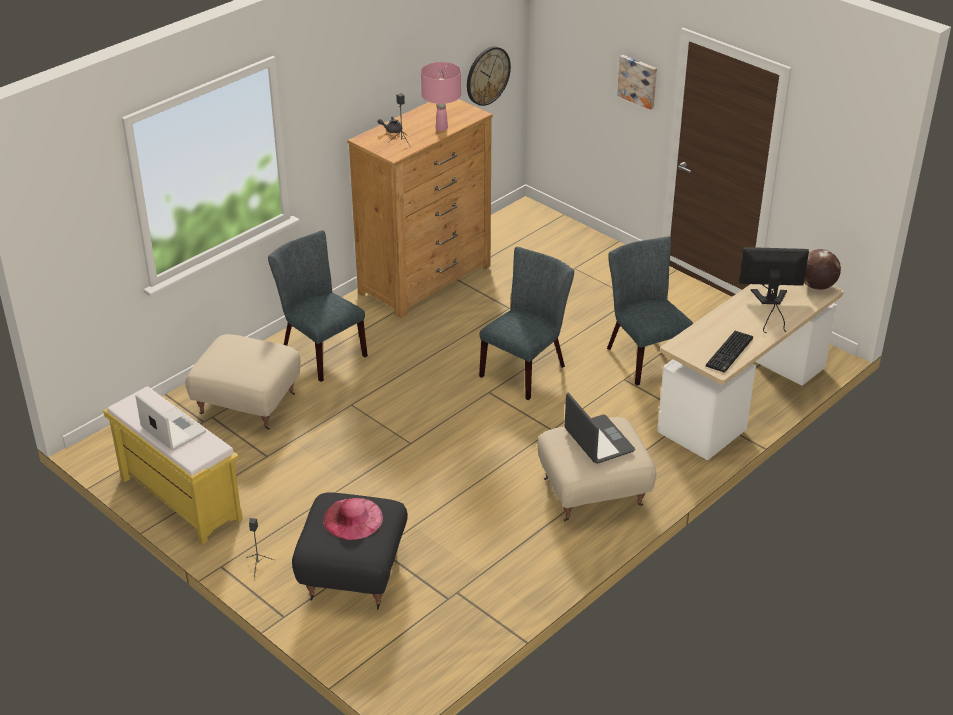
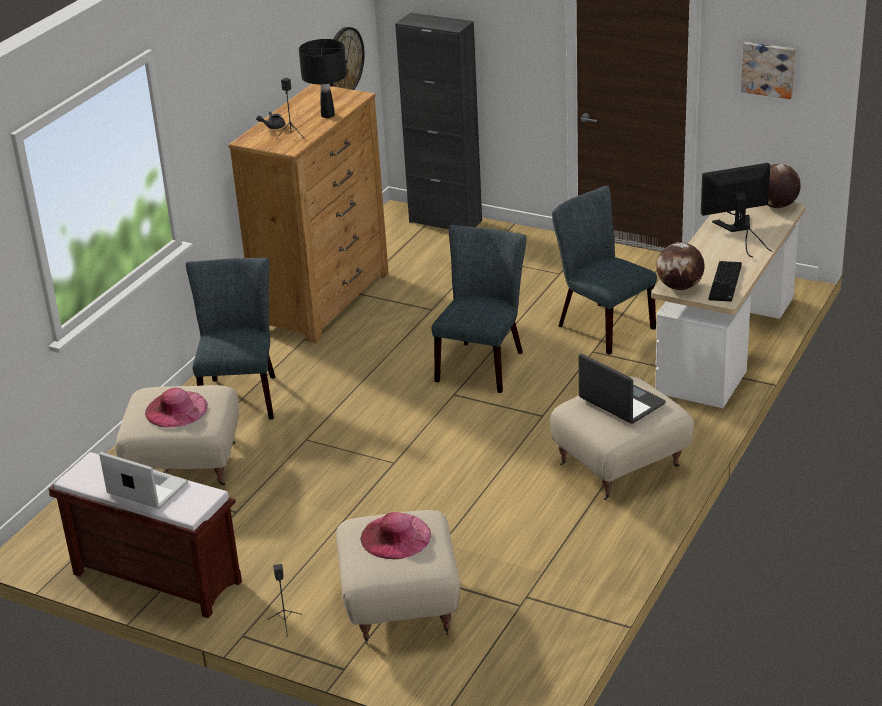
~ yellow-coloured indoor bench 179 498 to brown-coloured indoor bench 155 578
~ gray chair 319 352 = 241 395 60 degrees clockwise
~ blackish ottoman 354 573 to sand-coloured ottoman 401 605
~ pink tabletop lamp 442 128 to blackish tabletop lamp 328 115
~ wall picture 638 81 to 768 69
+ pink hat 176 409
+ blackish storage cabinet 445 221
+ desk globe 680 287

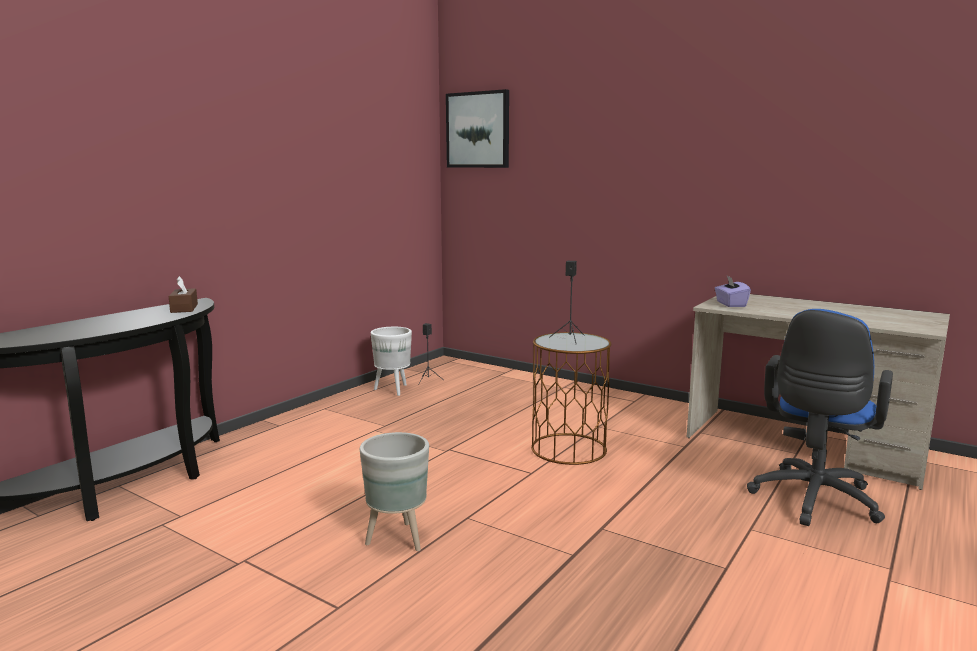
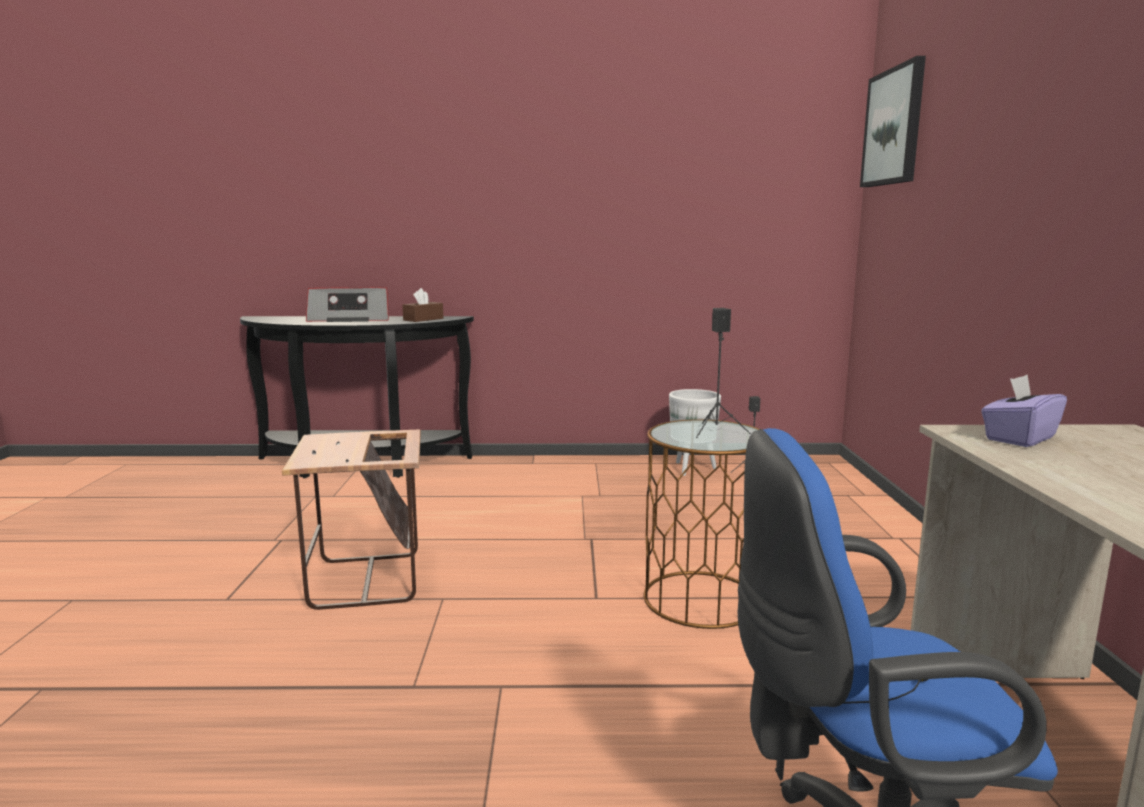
~ gray planter 398 539 to accent table 366 582
+ radio 350 319

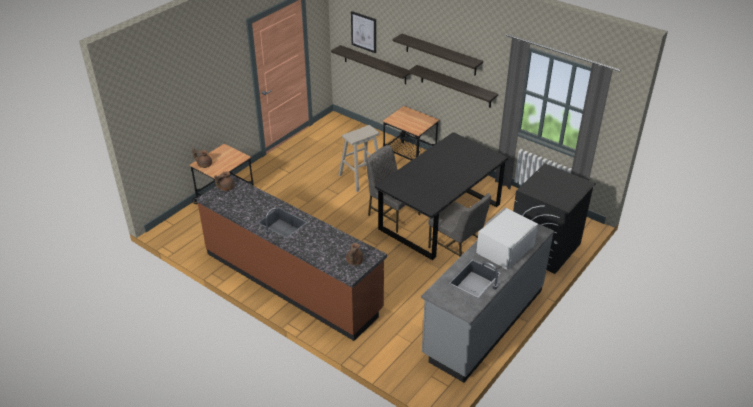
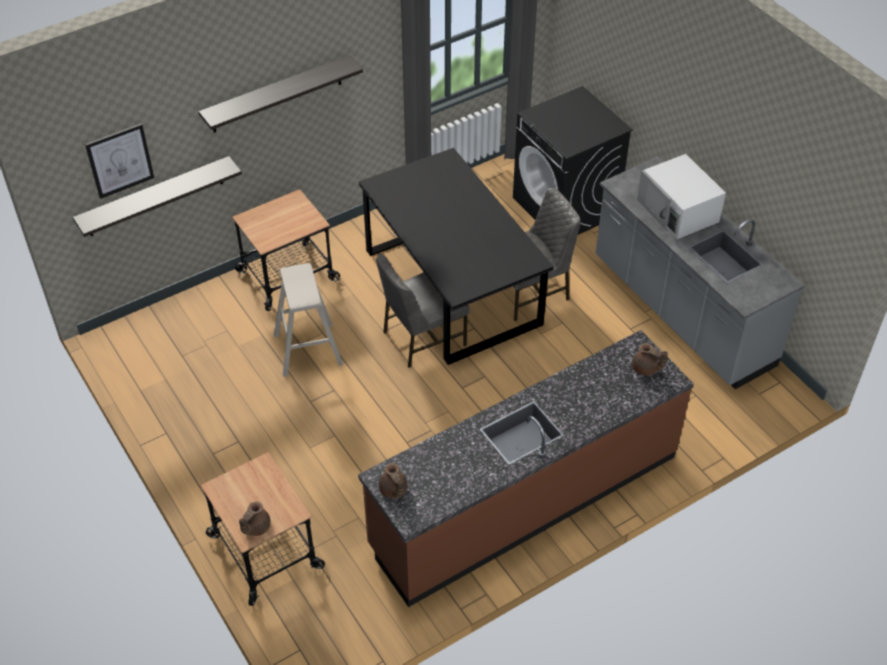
- wall shelf 455 86

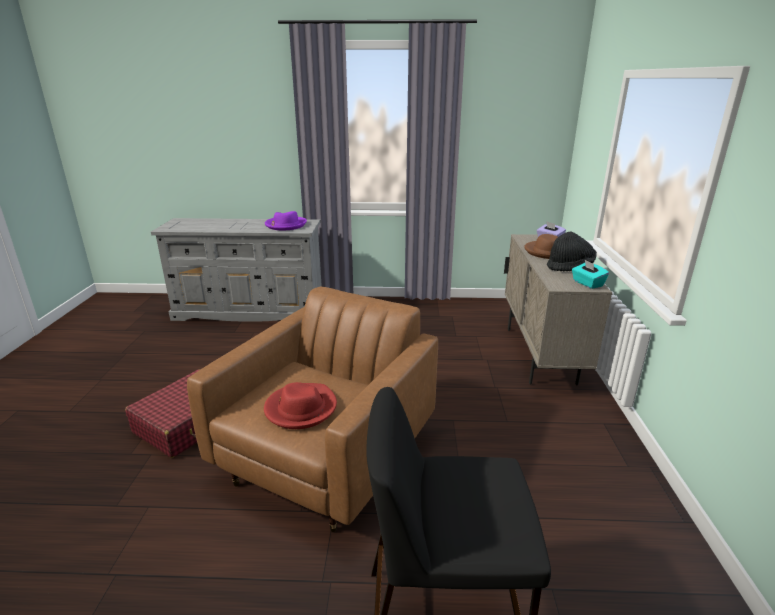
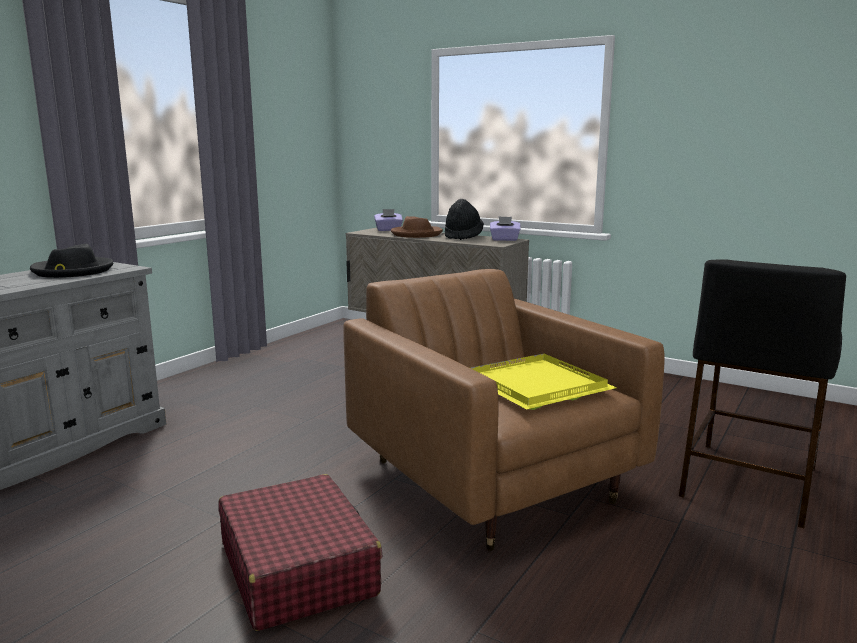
~ reddish hat 301 408 to yellow-coloured serving tray 535 386
~ purple-coloured hat 285 225 to blackish hat 72 271
~ turquoise box of tissues 587 283 to purple-coloured box of tissues 504 239

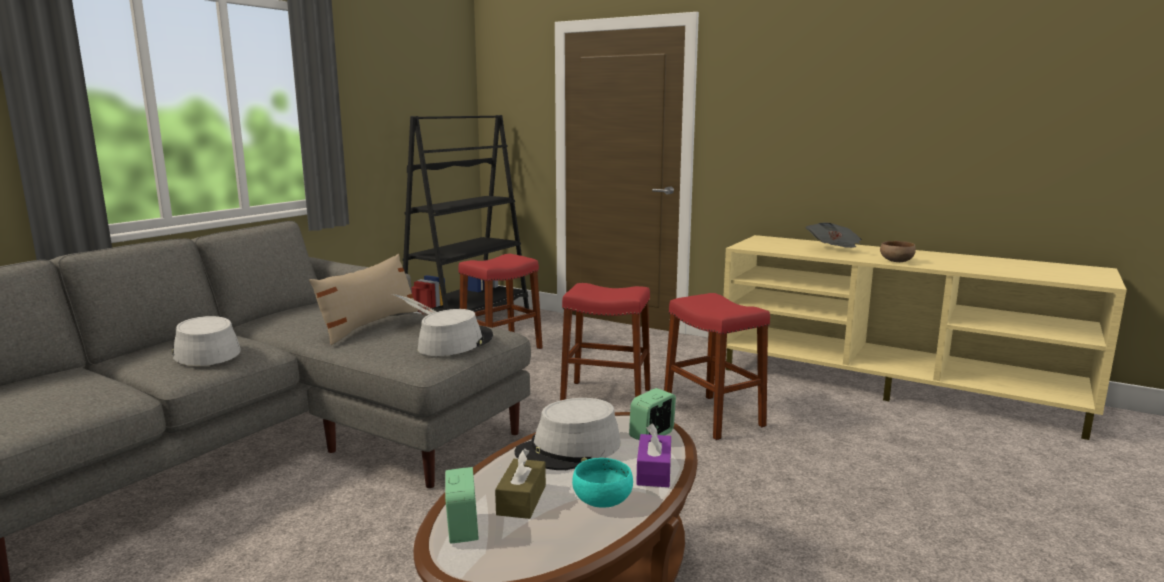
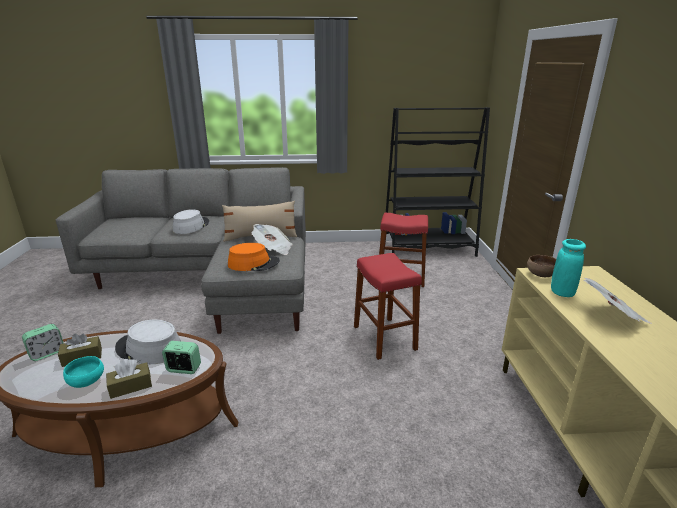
~ gray hat 455 343 to orangey hat 253 263
~ purple-coloured box of tissues 654 471 to brown-coloured box of tissues 130 386
- reddish stool seat 712 417
~ brown-coloured bowl 896 261 to 540 274
+ turquoise flower vase 562 293

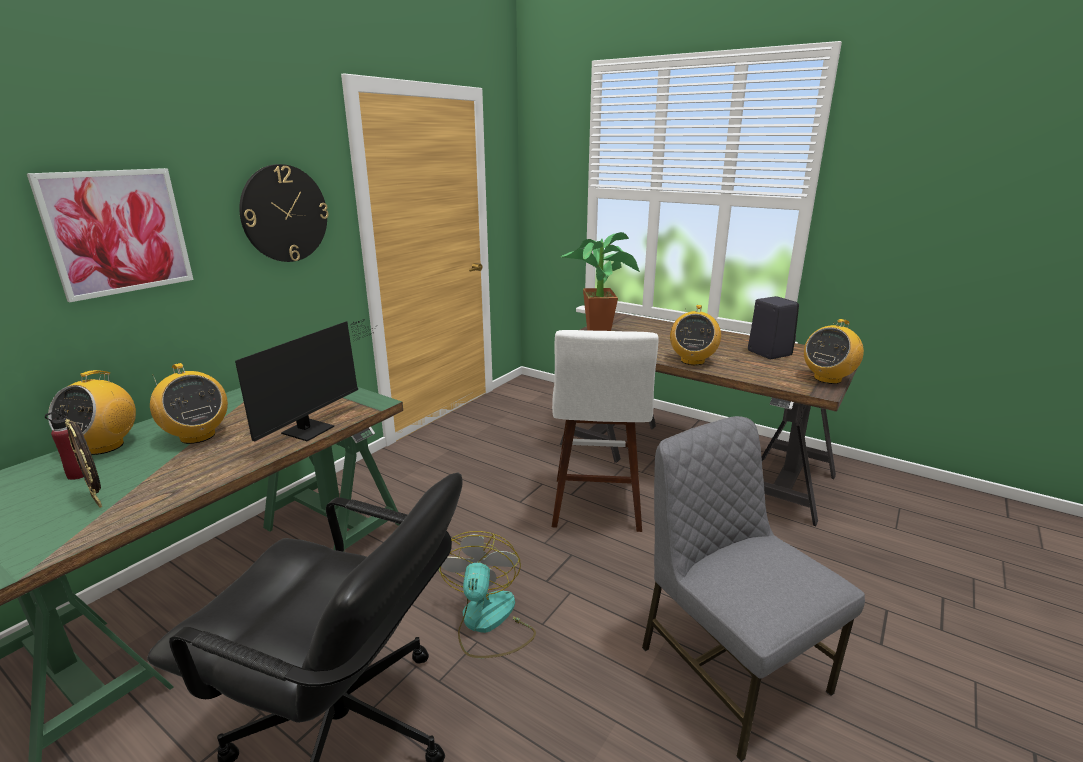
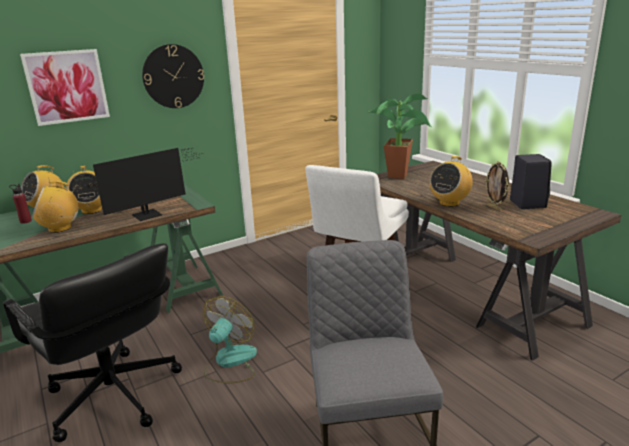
~ photo frame 98 500 to 495 208
~ radio 827 378 to 60 228

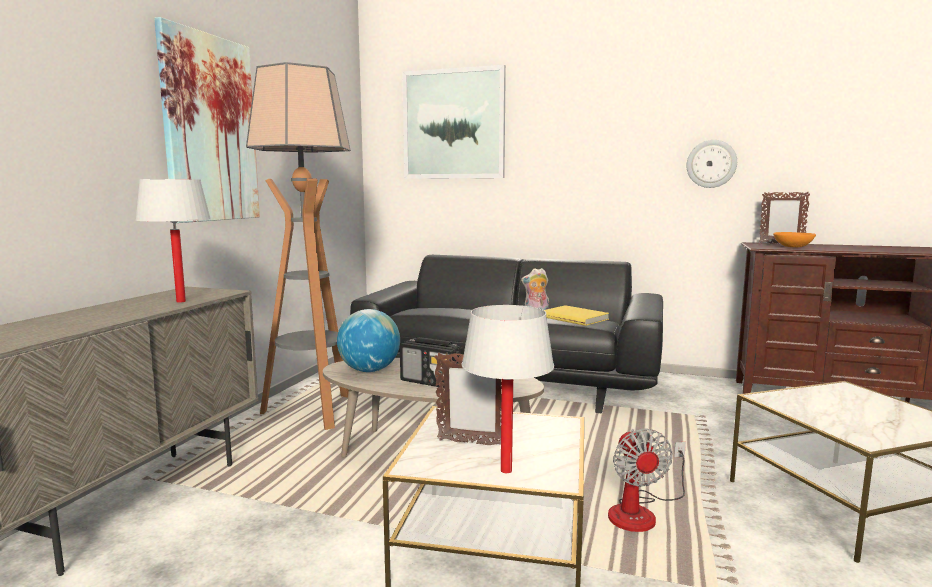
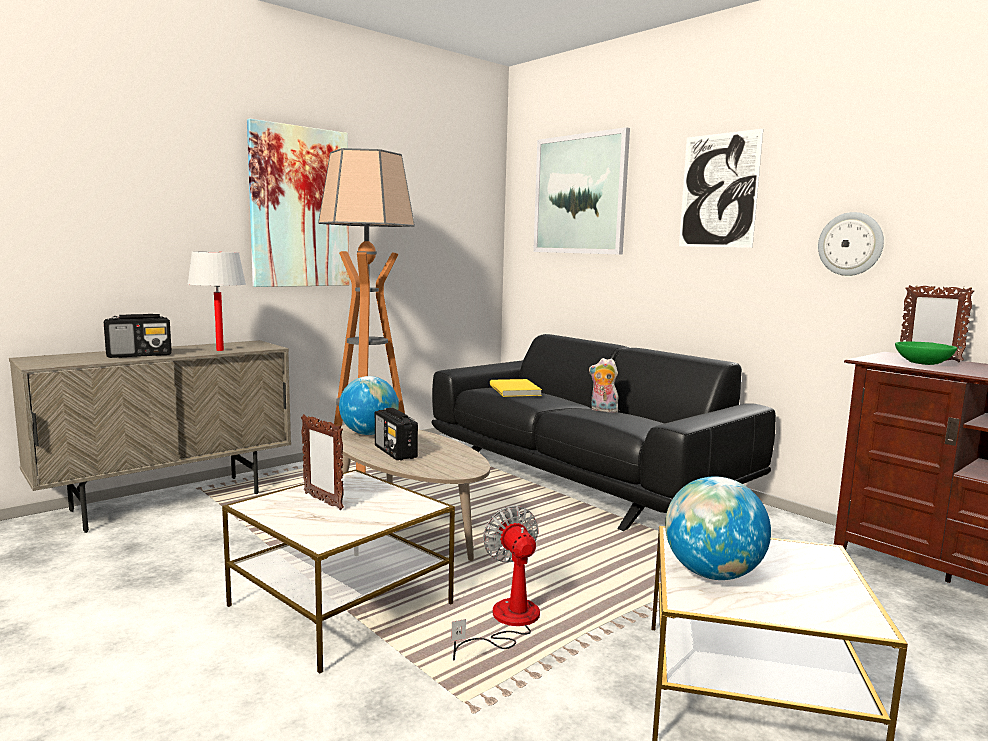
- white-coloured tabletop lamp 506 470
~ yellow-coloured book 575 318 to 516 390
~ cooling fan 641 512 = 506 622 135 degrees clockwise
~ orangey bowl 793 246 to green bowl 923 363
+ radio 140 355
+ desk globe 712 574
+ wall picture 718 190

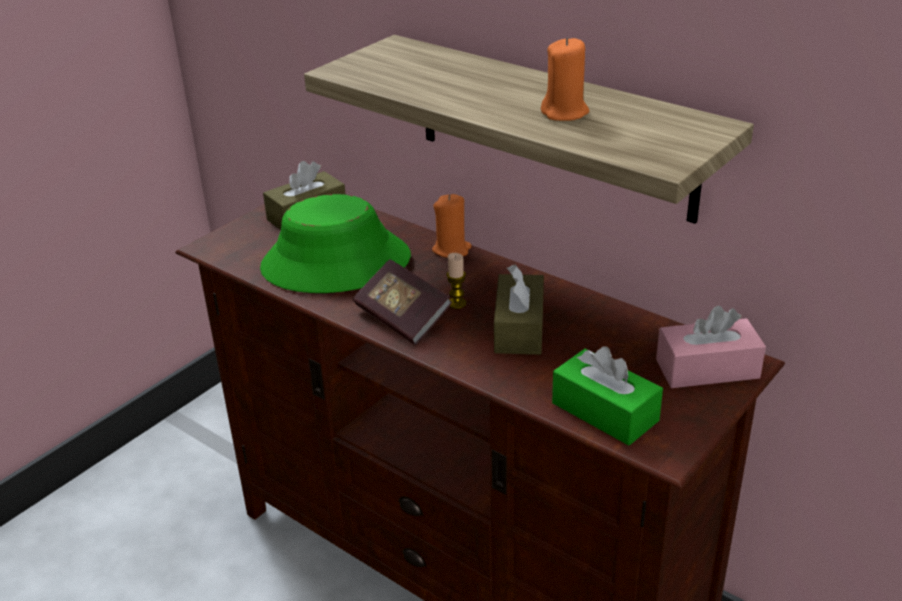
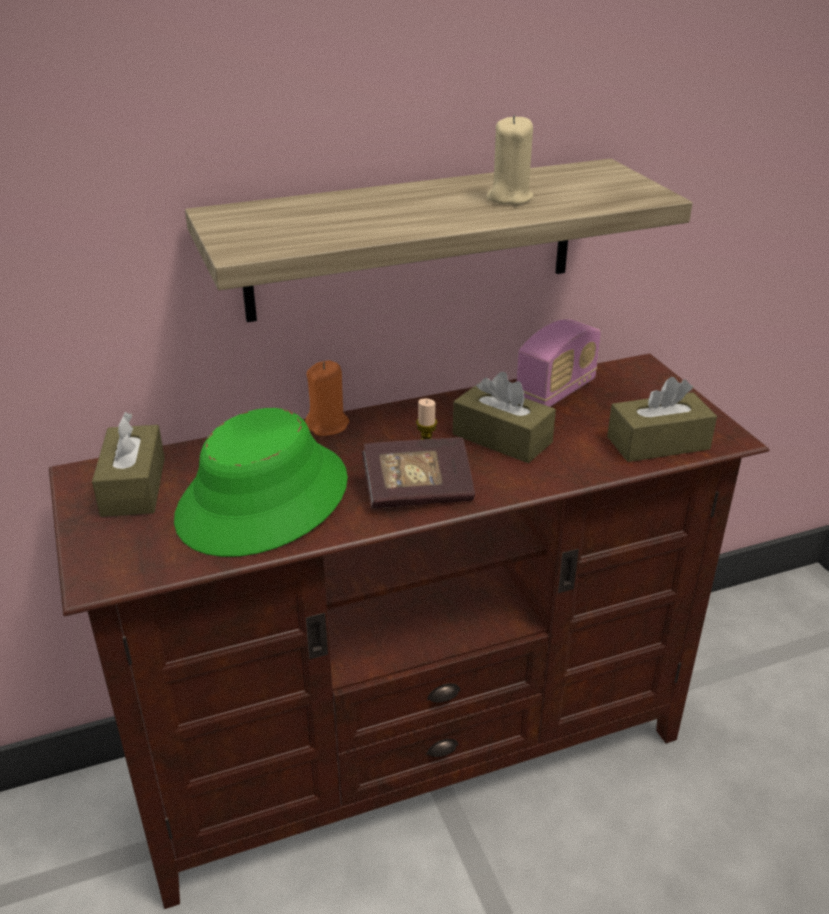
~ orangey wax light 565 113 to sand-coloured wax light 509 198
~ green box of tissues 605 412 to brown-coloured box of tissues 658 443
- pink box of tissues 707 369
+ radio 556 392

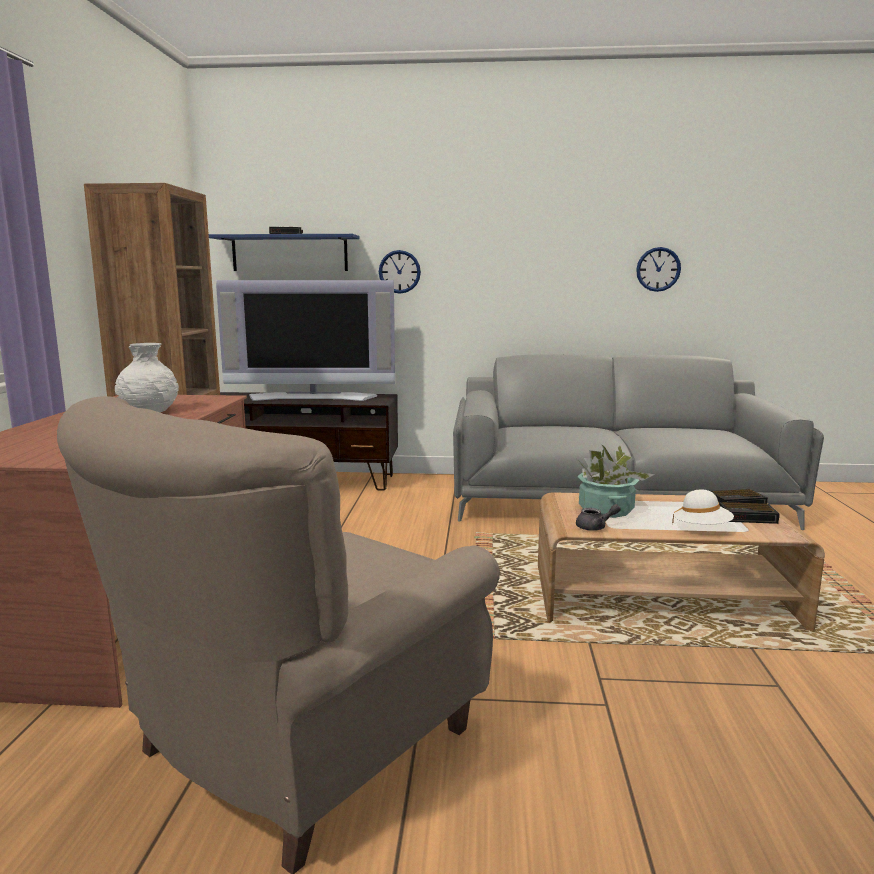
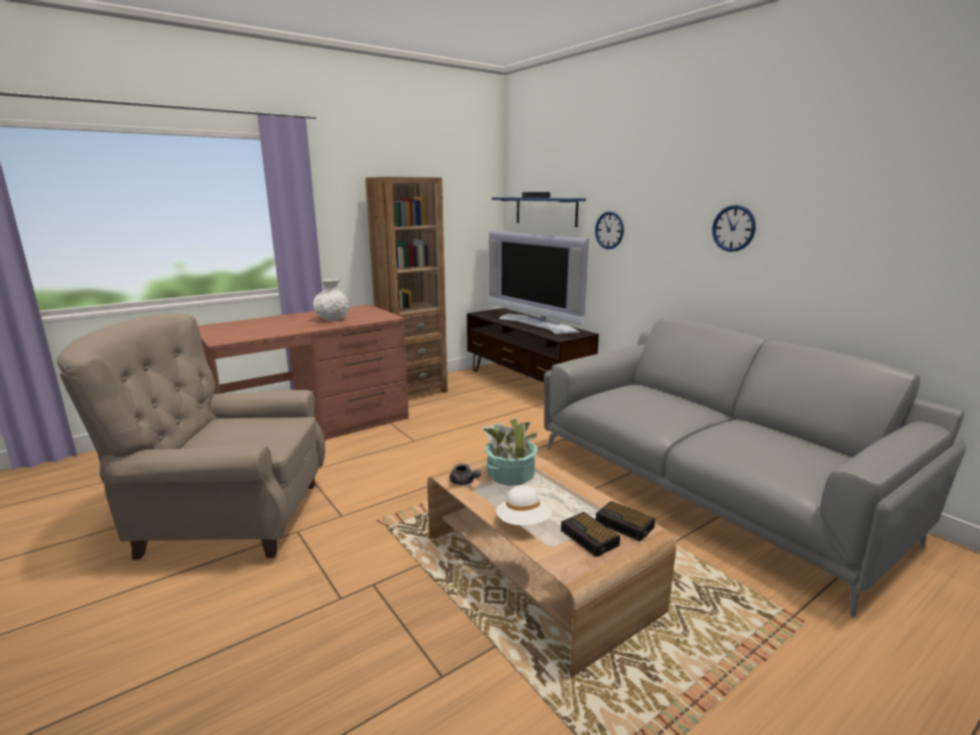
~ wall clock 658 269 to 733 228

